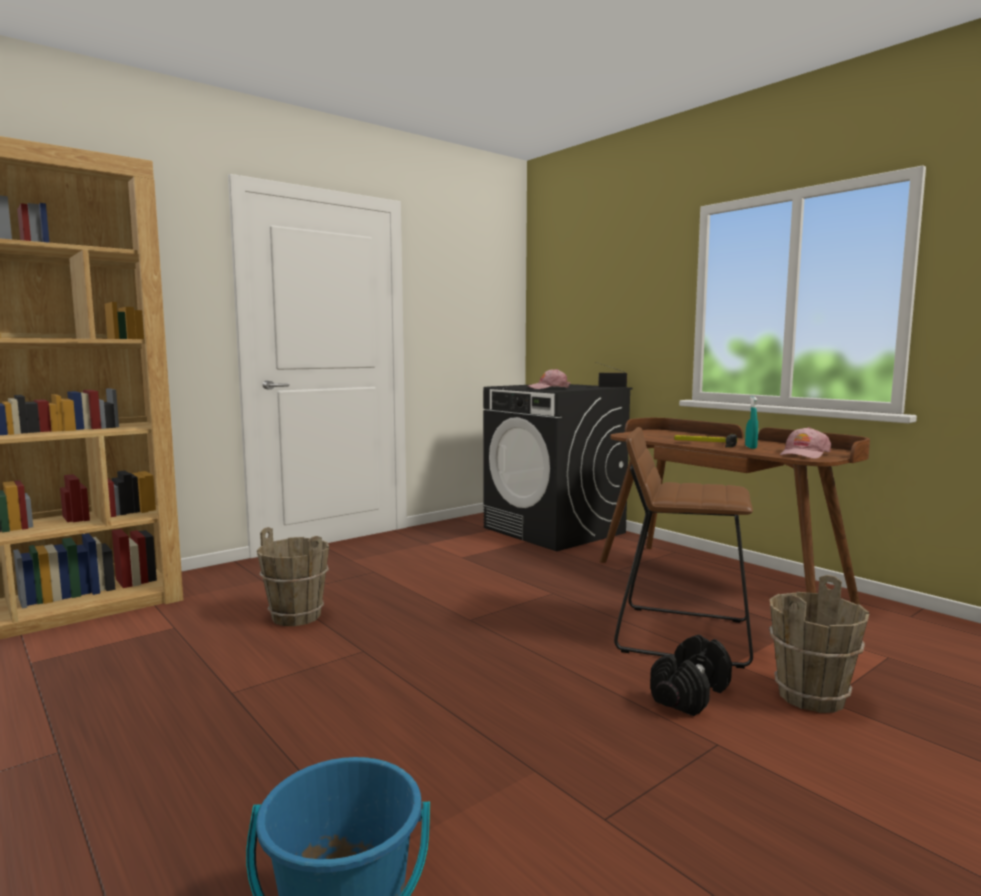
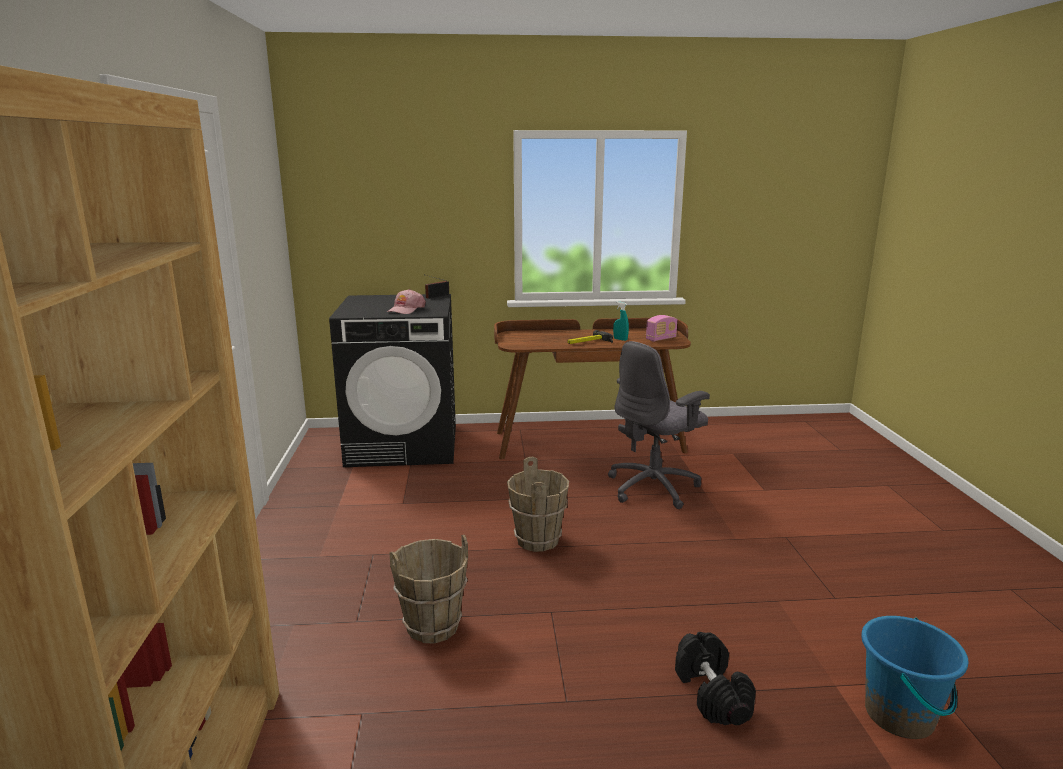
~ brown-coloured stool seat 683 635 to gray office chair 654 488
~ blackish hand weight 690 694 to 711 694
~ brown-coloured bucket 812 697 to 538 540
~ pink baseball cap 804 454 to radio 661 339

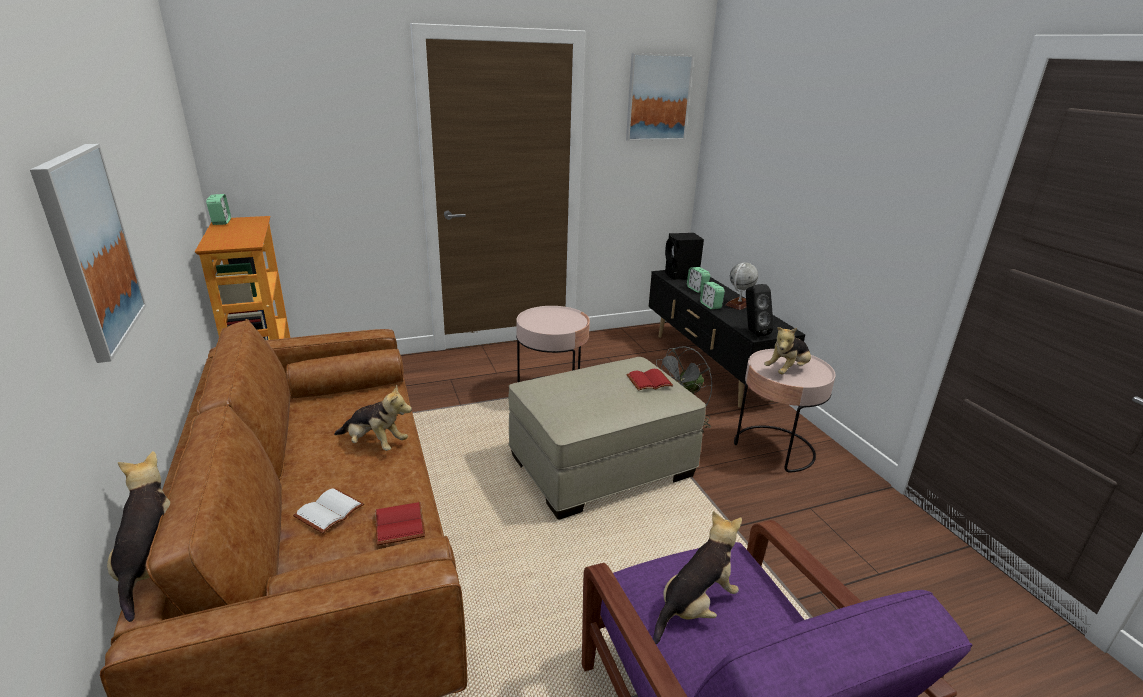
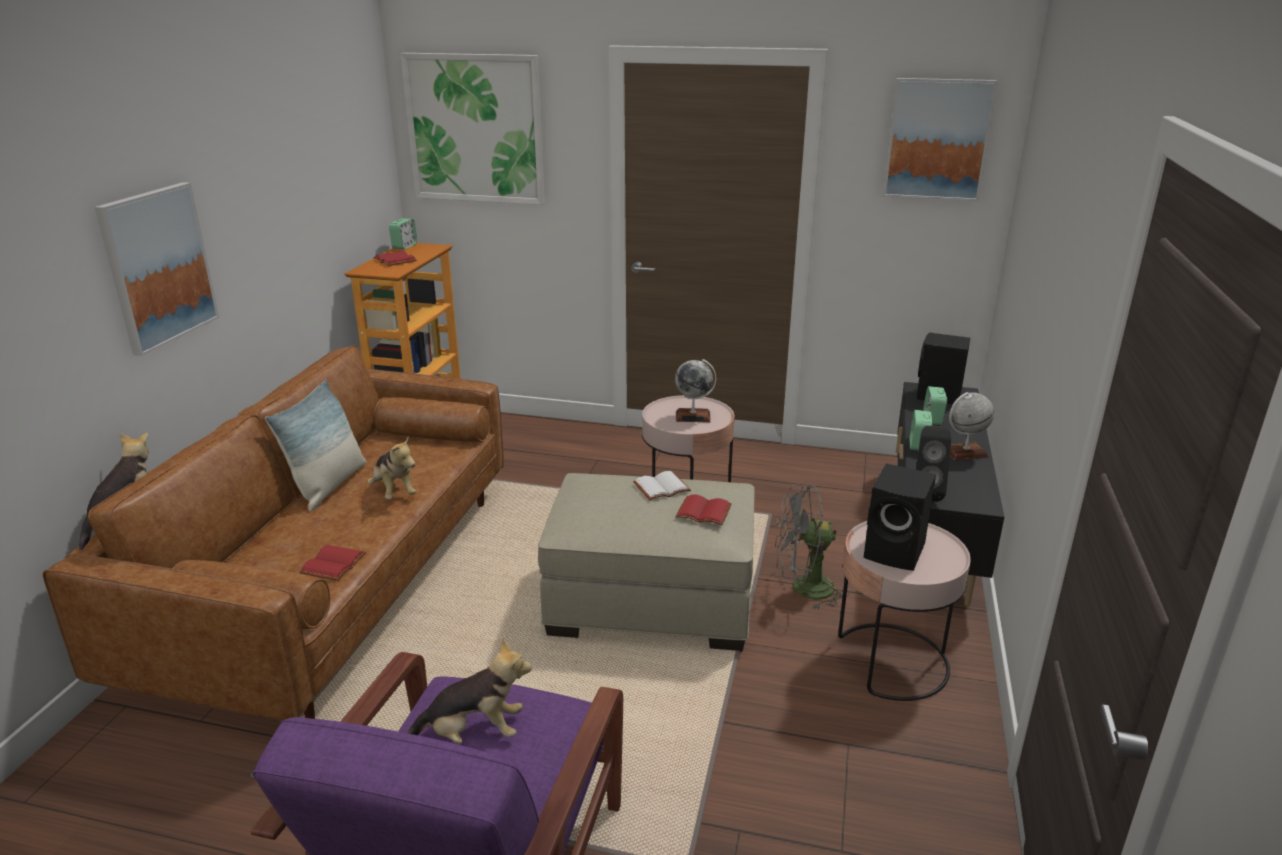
~ white-coloured book 329 510 to 661 487
~ plush toy 787 370 to blackish audio speaker 896 552
+ pillow 328 485
+ reddish book 393 260
+ wall picture 475 129
+ desk globe 693 416

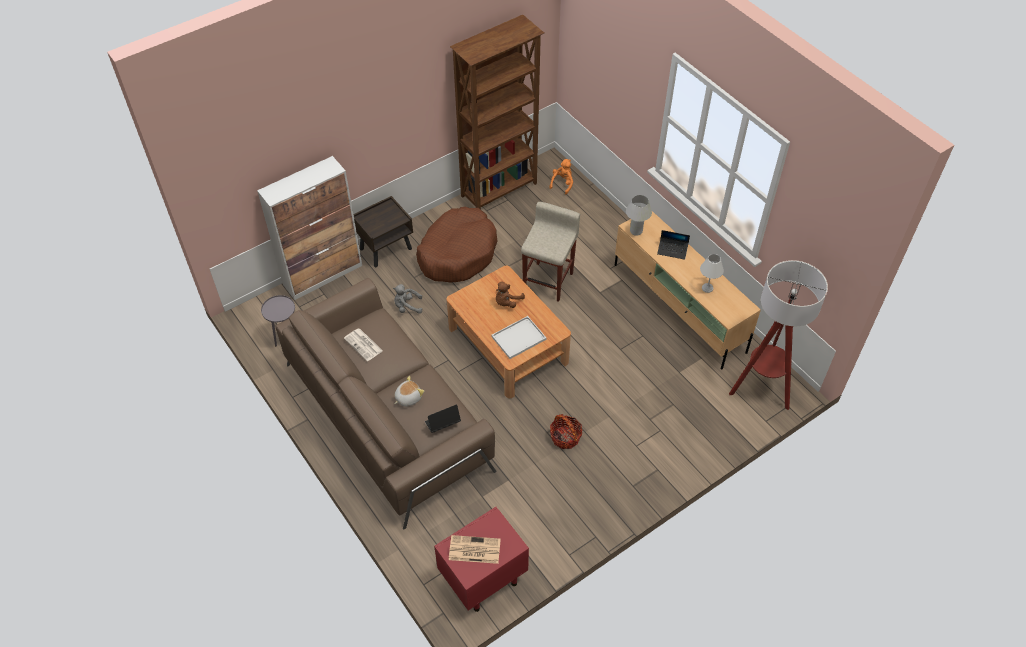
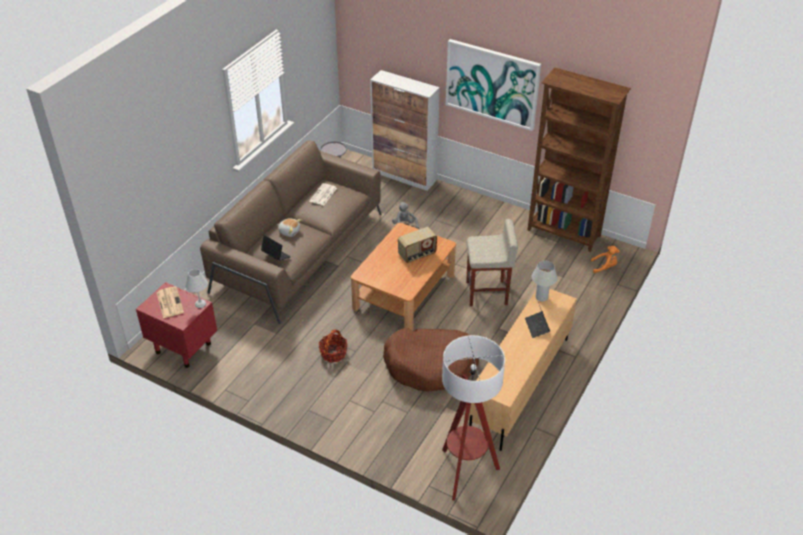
- brown-coloured nightstand 386 248
~ brown-coloured pet bed 457 253 to 431 365
- white-coloured serving tray 519 337
~ brown-coloured plush toy 507 302 to radio 417 255
~ white-coloured tabletop lamp 707 288 to 200 304
+ wall picture 492 84

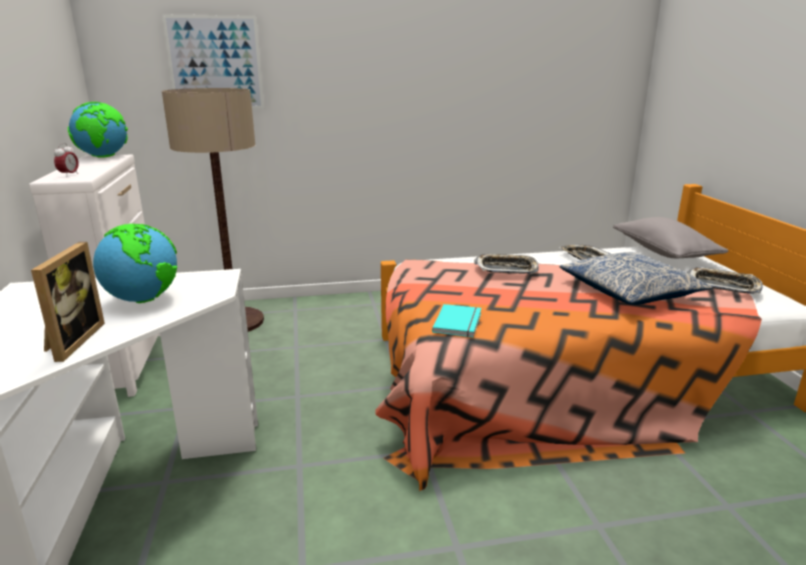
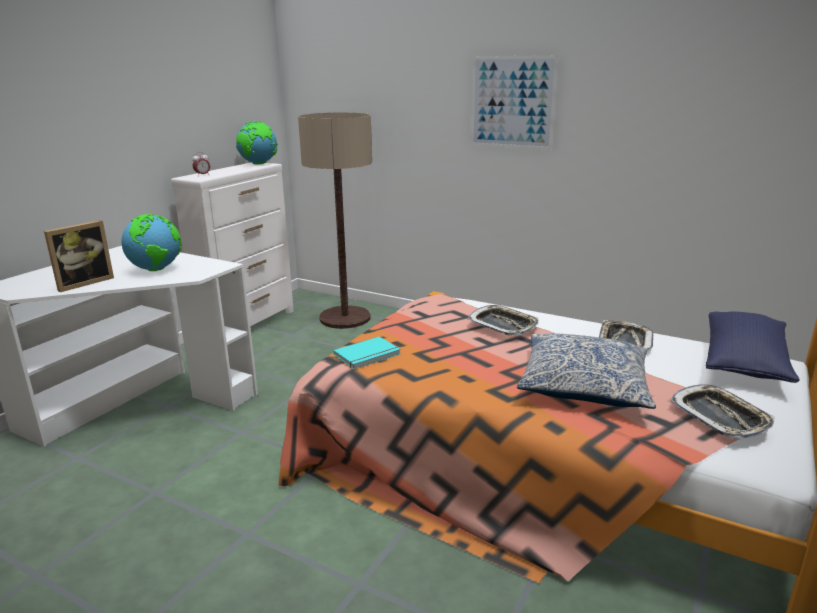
~ wall picture 215 63 to 512 102
~ gray pillow 664 252 to bluish pillow 744 362

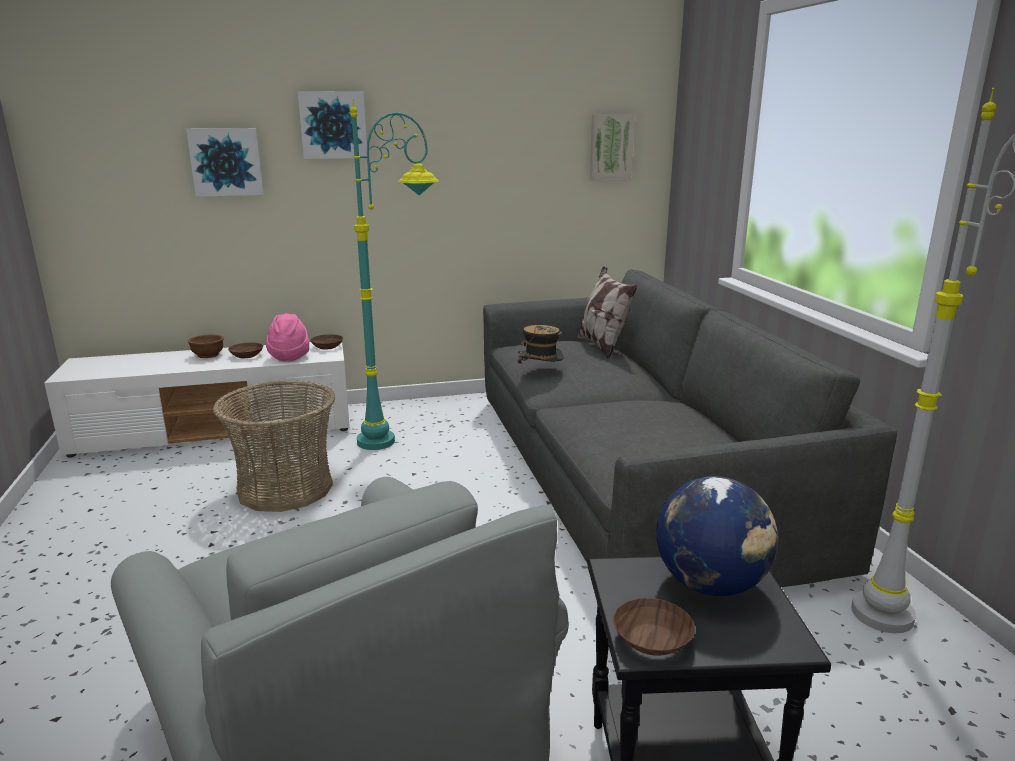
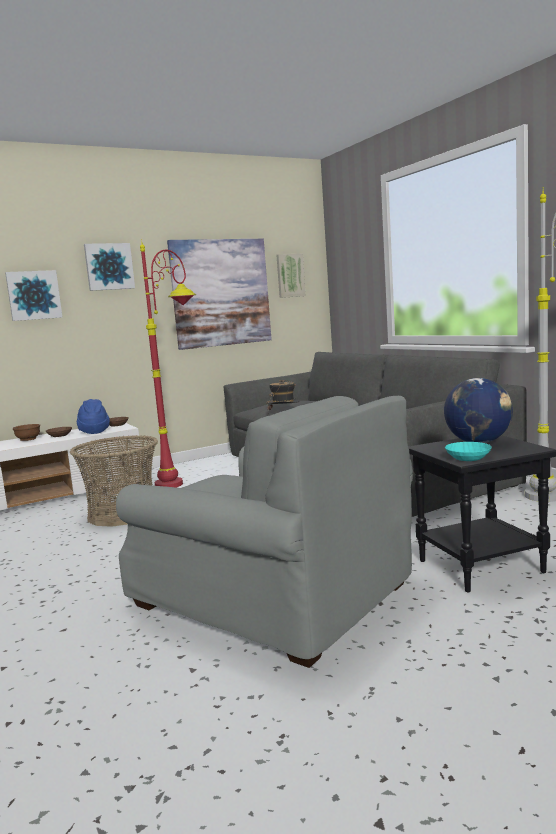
~ pink hat 289 356 to bluish hat 94 431
~ turquoise floor lamp 403 433 to reddish floor lamp 185 478
- pillow 602 346
~ brown-coloured bowl 652 638 to turquoise bowl 468 458
+ wall picture 221 293

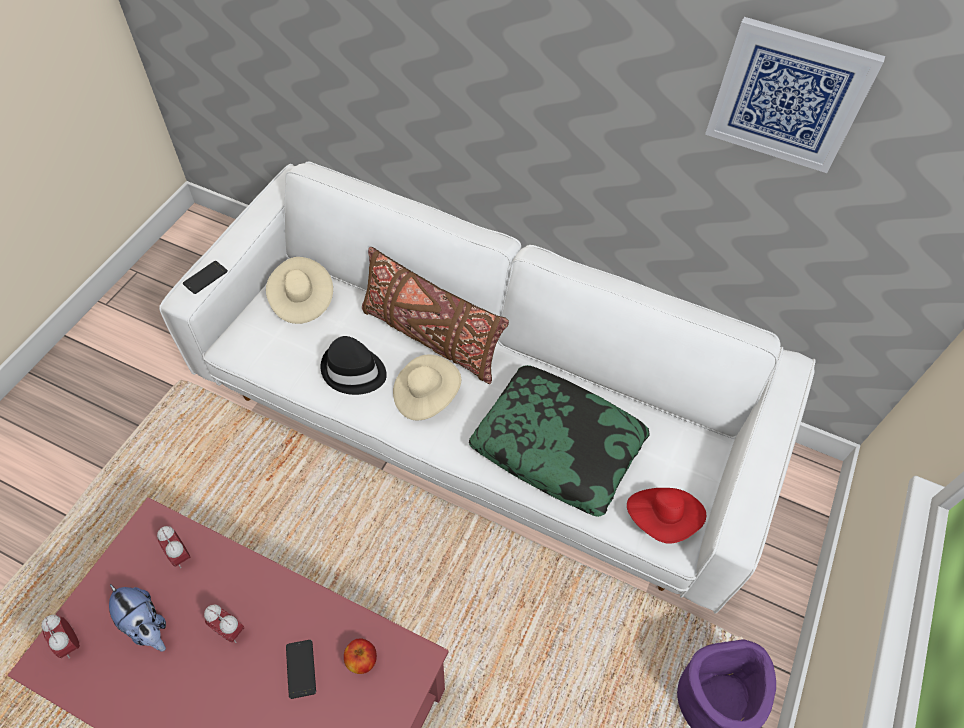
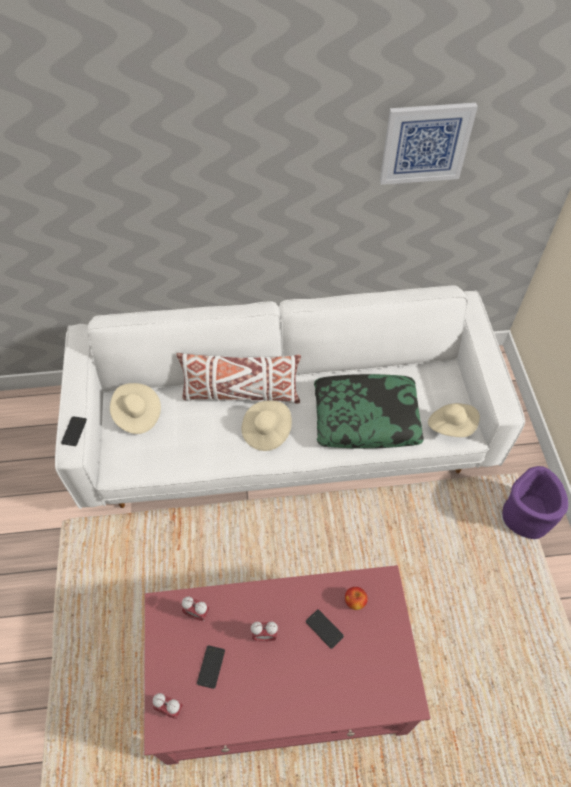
~ plush toy 147 626 to handset 211 667
- blackish hat 353 371
~ brown-coloured pillow 430 337 to white-coloured pillow 241 394
~ reddish hat 662 519 to sand-coloured hat 451 426

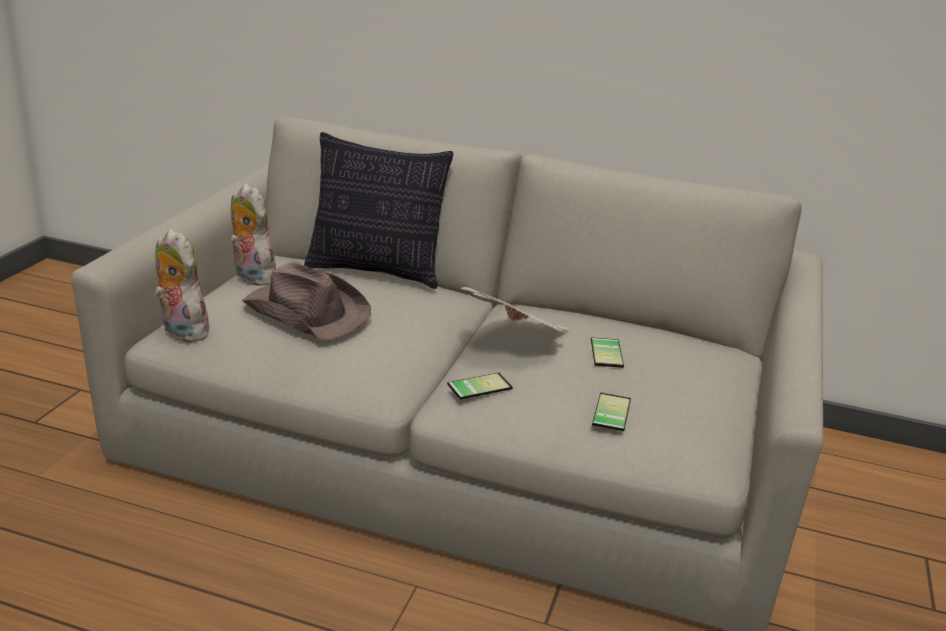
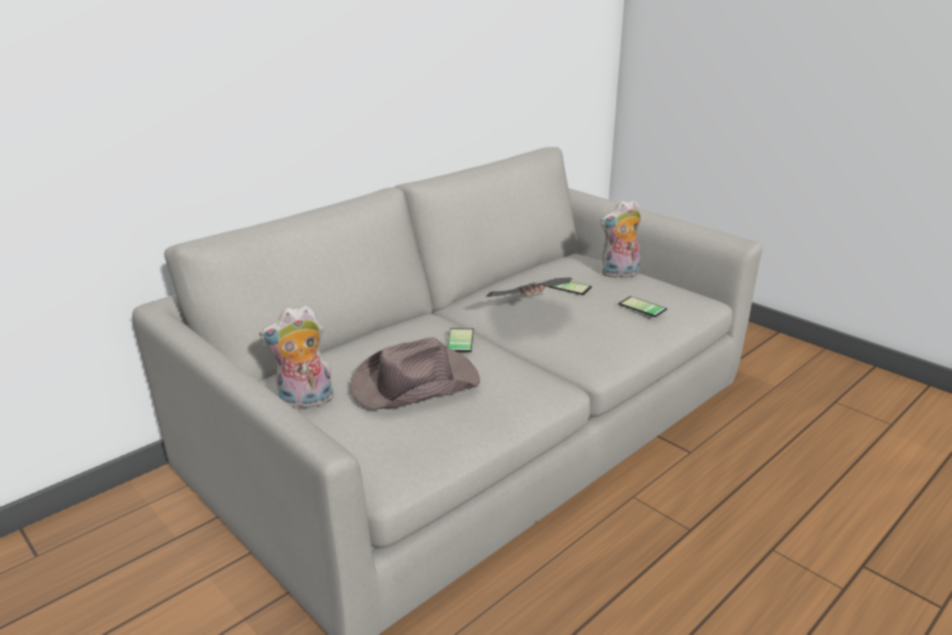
~ plush toy 180 331 to 619 274
- pillow 376 271
~ handset 478 385 to 457 340

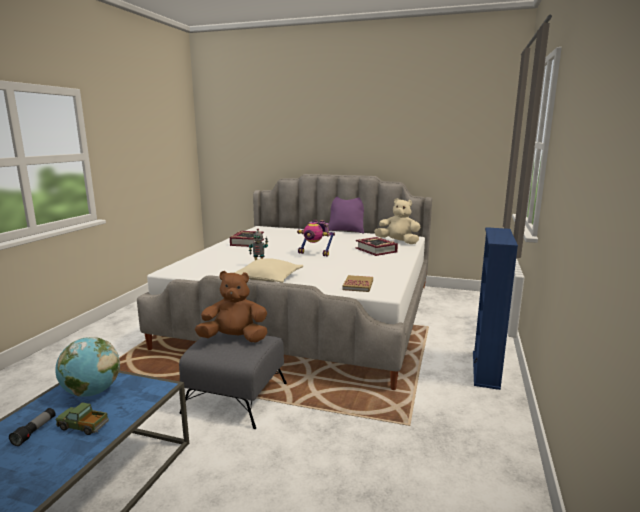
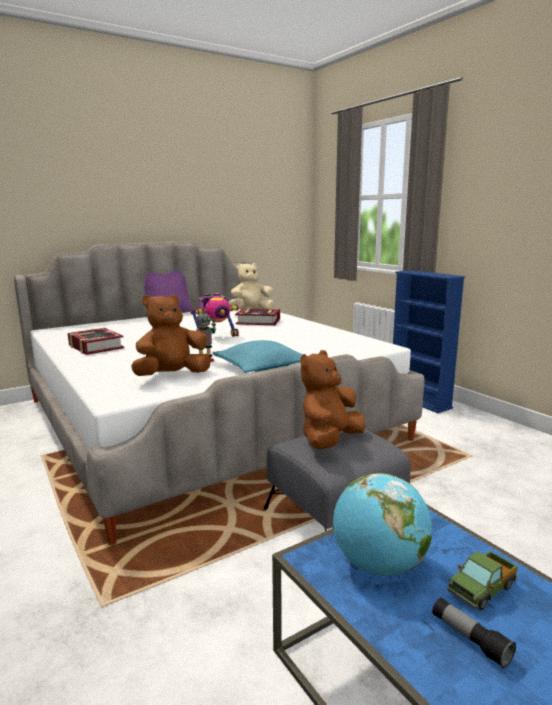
~ sand-coloured pillow 267 279 to turquoise pillow 261 367
- book 358 285
+ brown-coloured plush toy 172 376

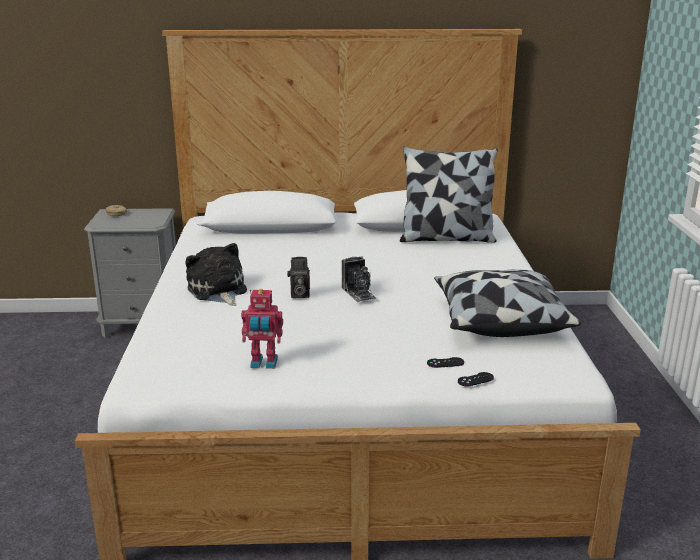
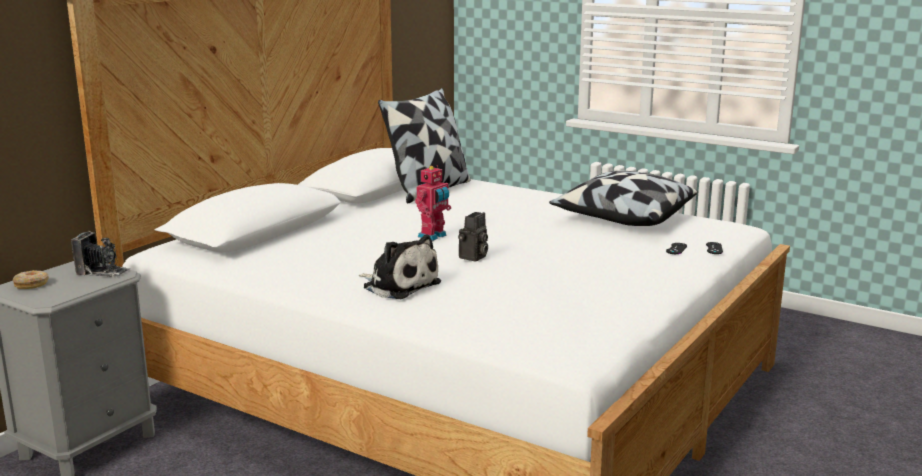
~ plush toy 218 291 = 399 285 150 degrees counterclockwise
~ robot figure 263 364 to 433 236
~ still camera 358 293 to 102 272

